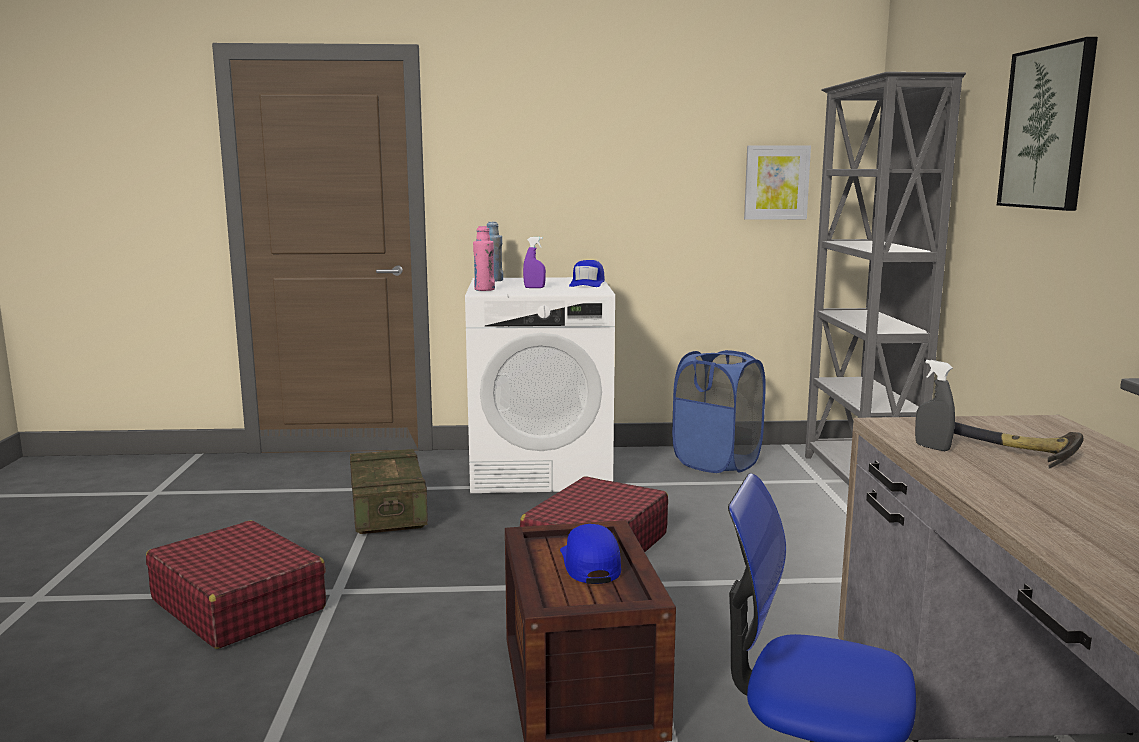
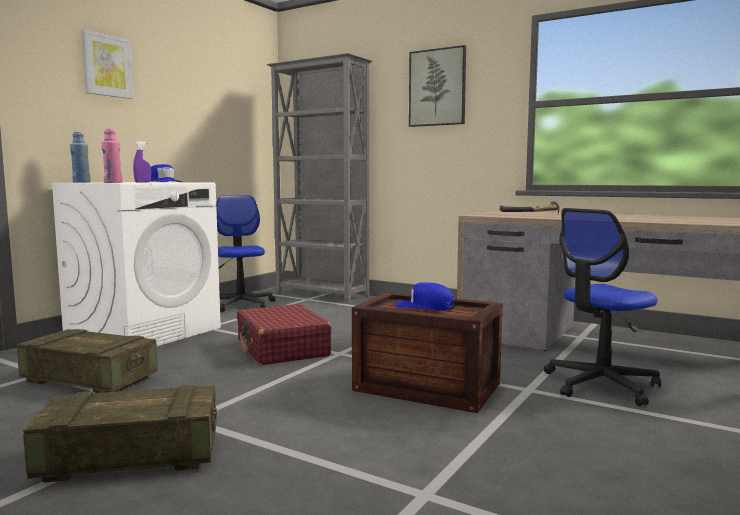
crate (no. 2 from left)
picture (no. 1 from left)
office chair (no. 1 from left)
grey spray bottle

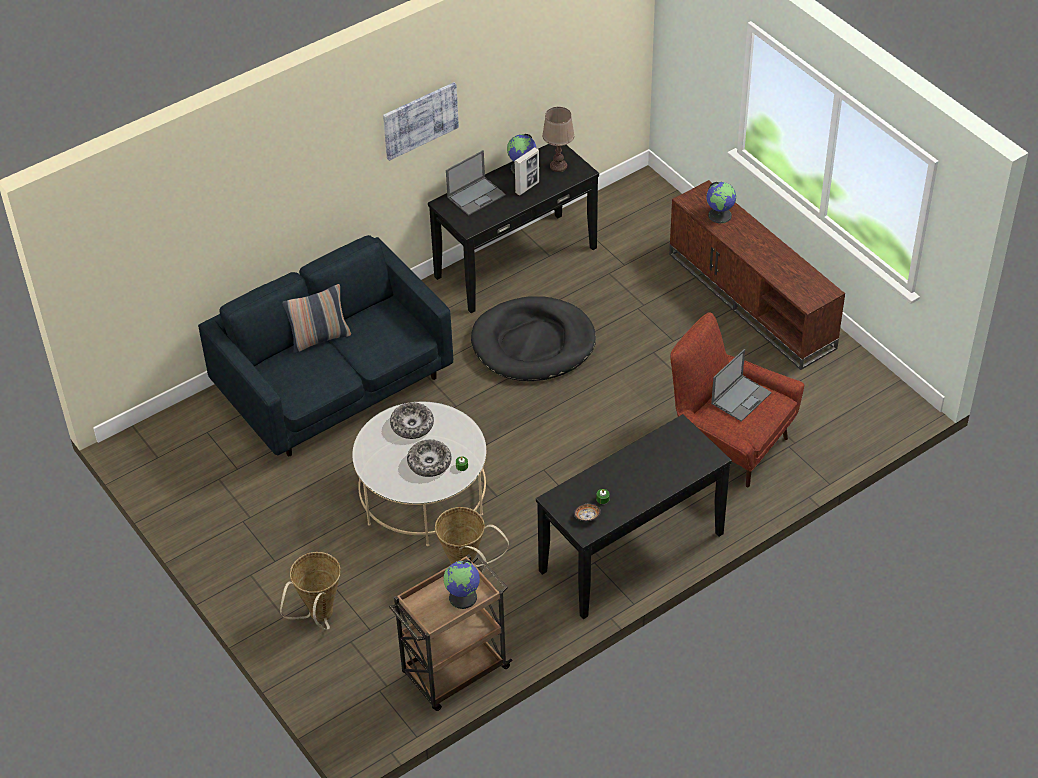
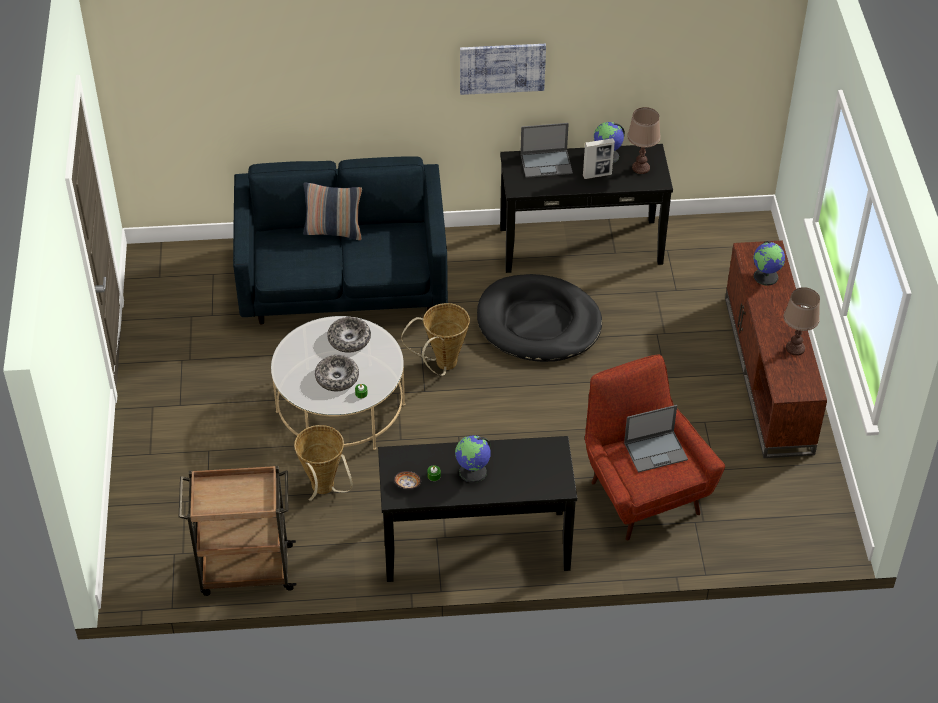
basket (no. 2 from left)
globe (no. 1 from left)
brown table lamp (no. 2 from left)

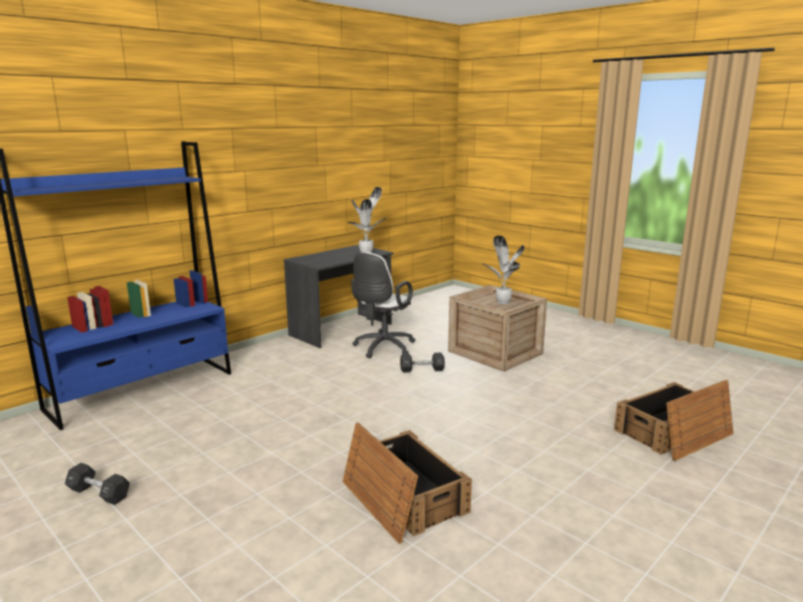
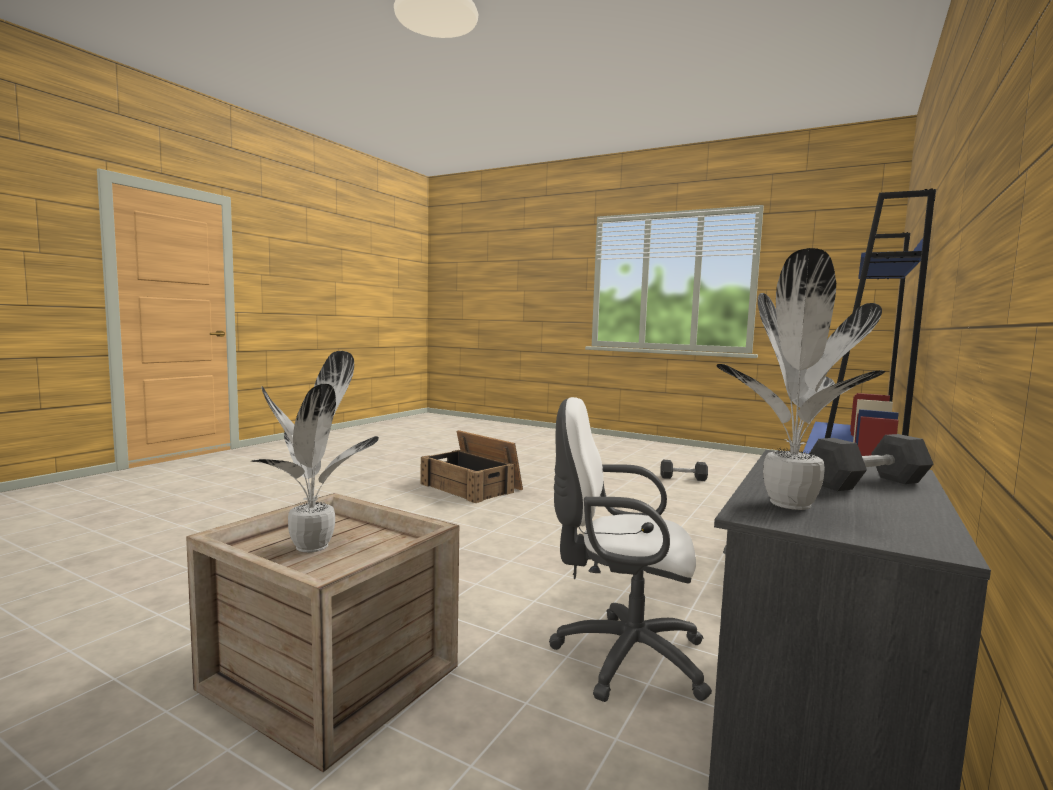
white office chair
black dumbbell (no. 2 from left)
crate (no. 3 from left in the first image)

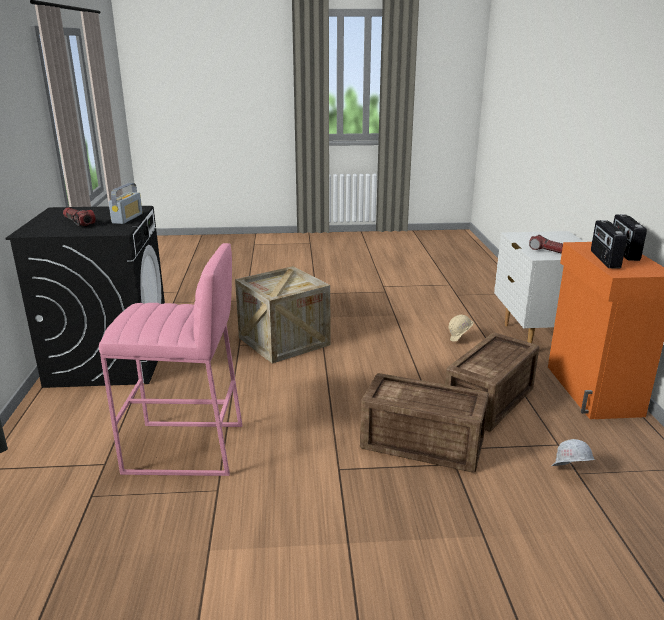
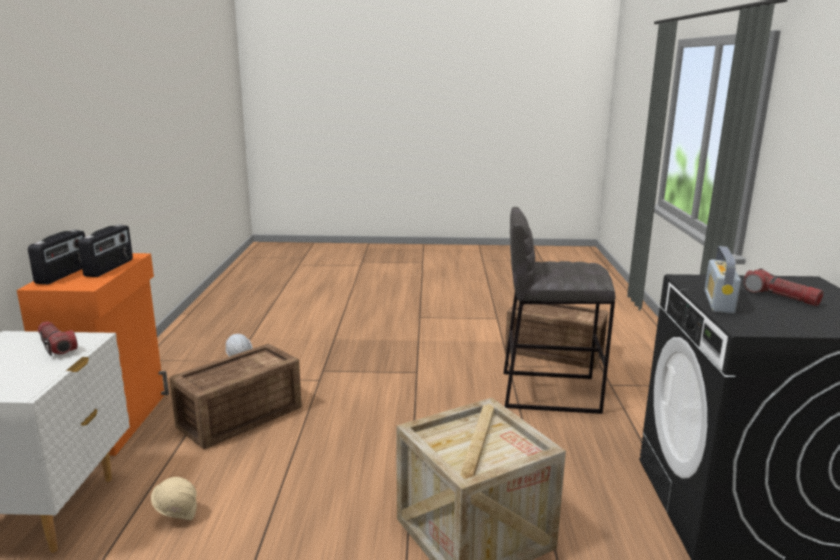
grey stool
crate (no. 3 from left)

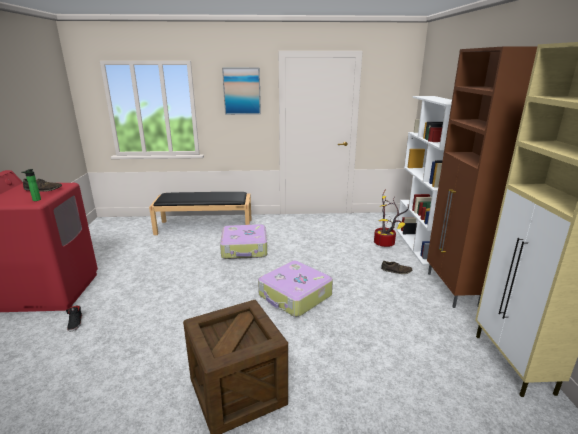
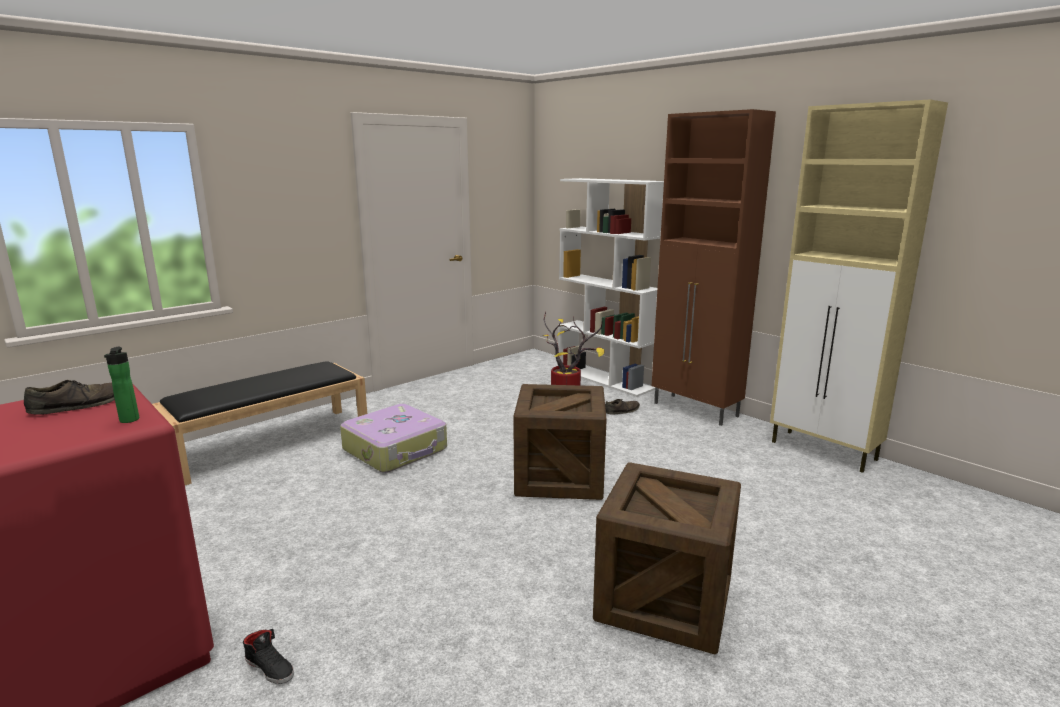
crate (no. 1 from left)
picture

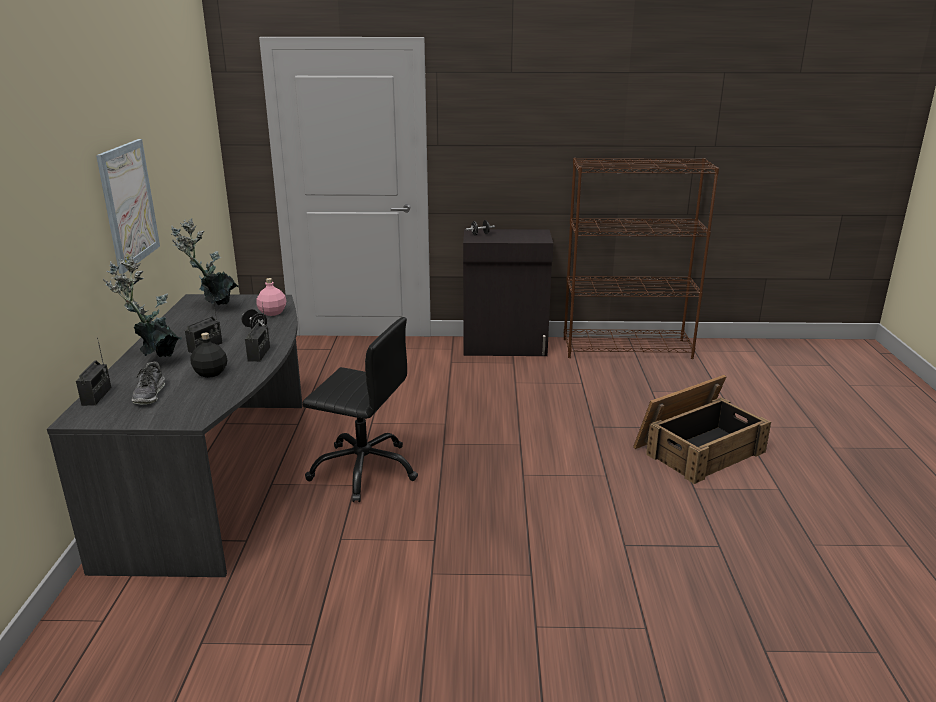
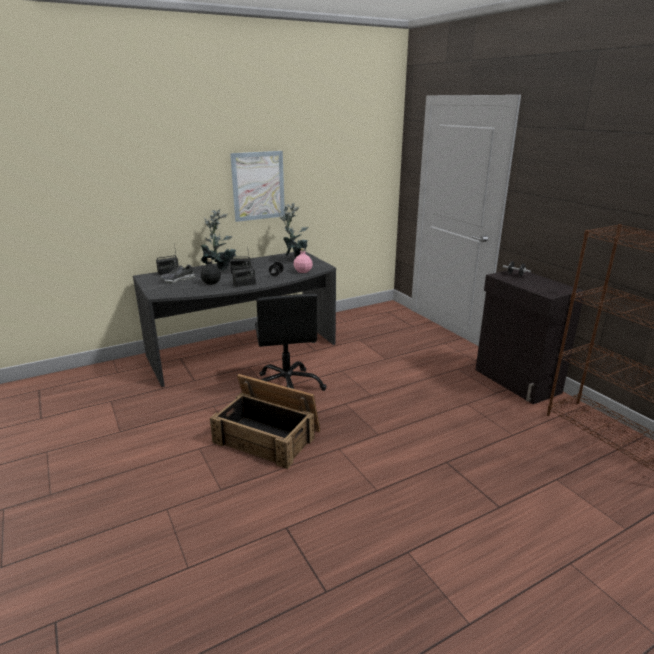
crate

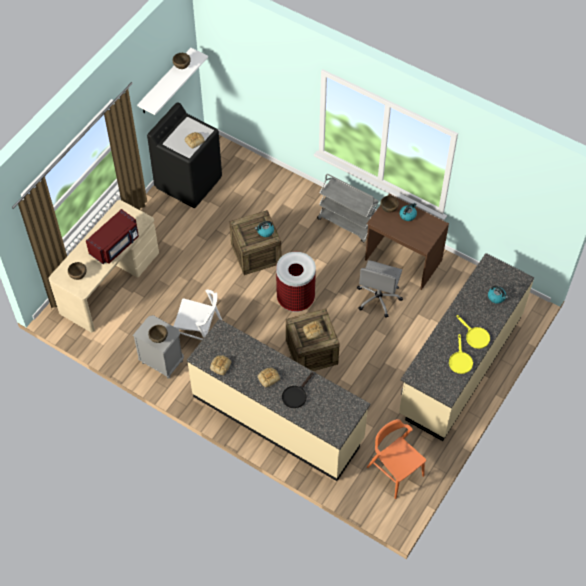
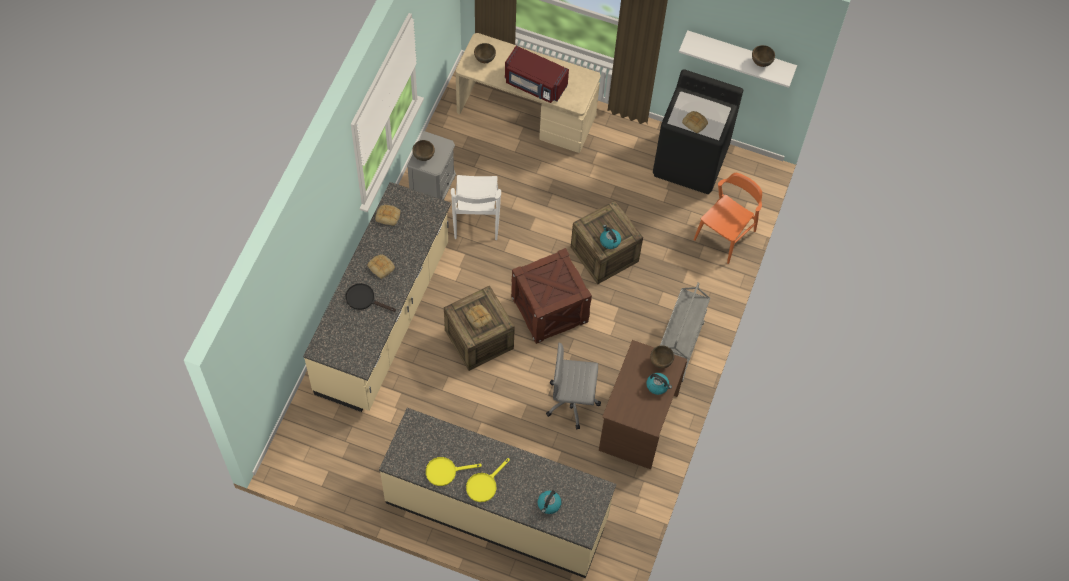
crate (no. 2 from left)
orange chair

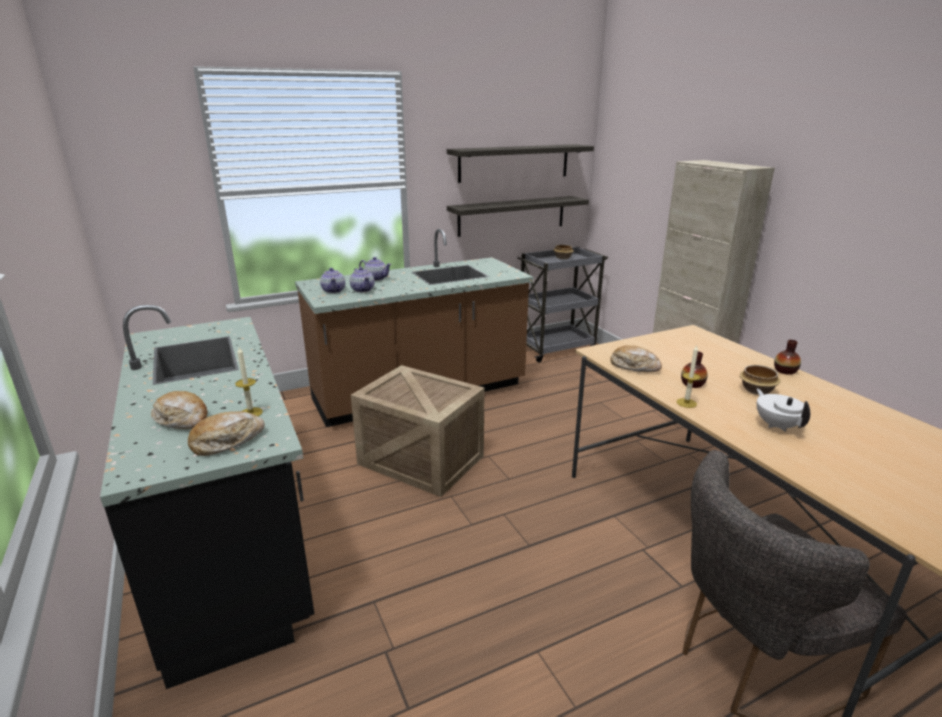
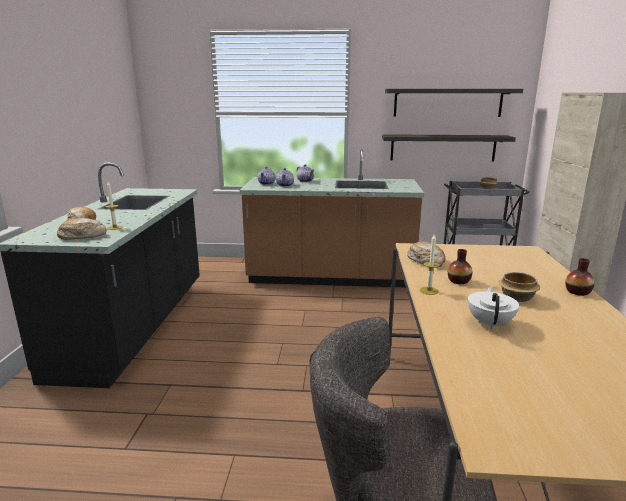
crate

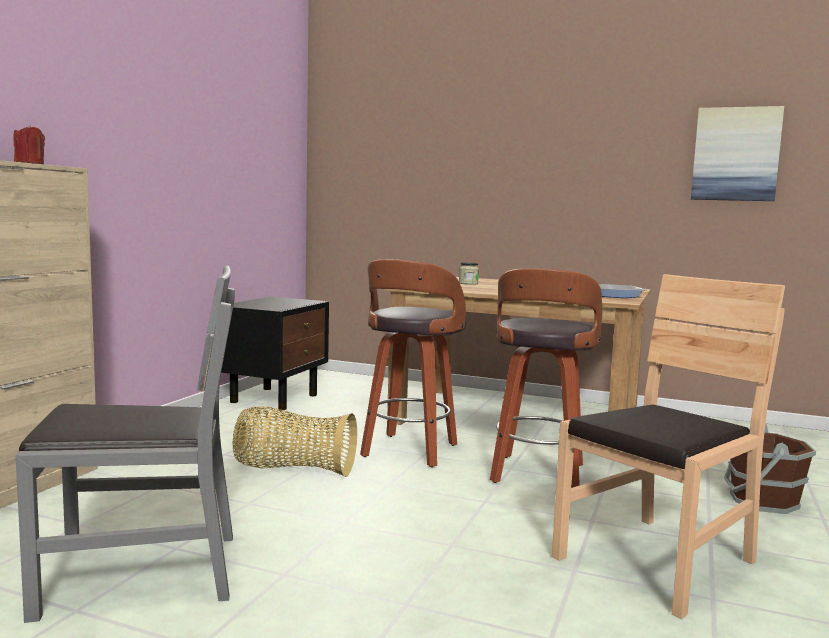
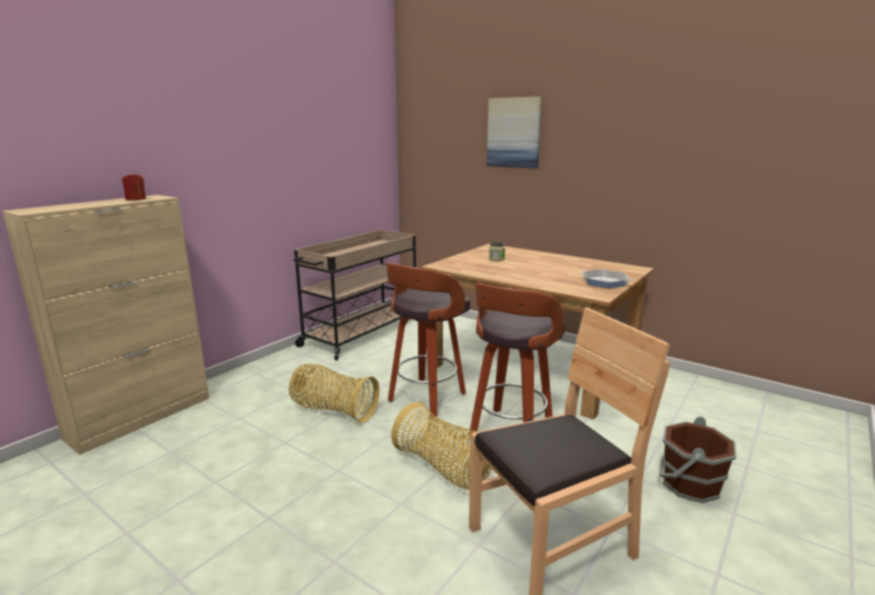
beige cart
basket (no. 2 from left)
picture
grey chair

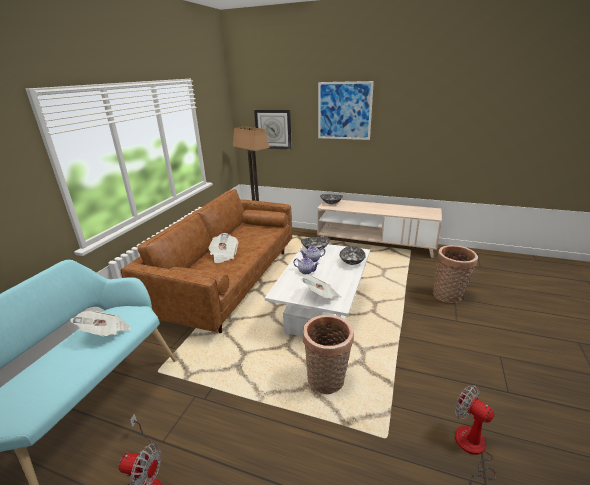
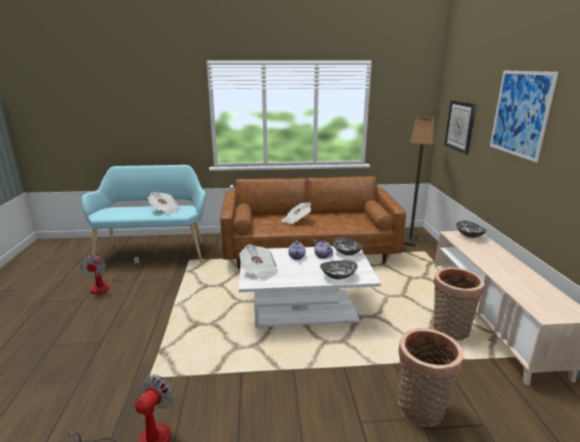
basket (no. 2 from left)

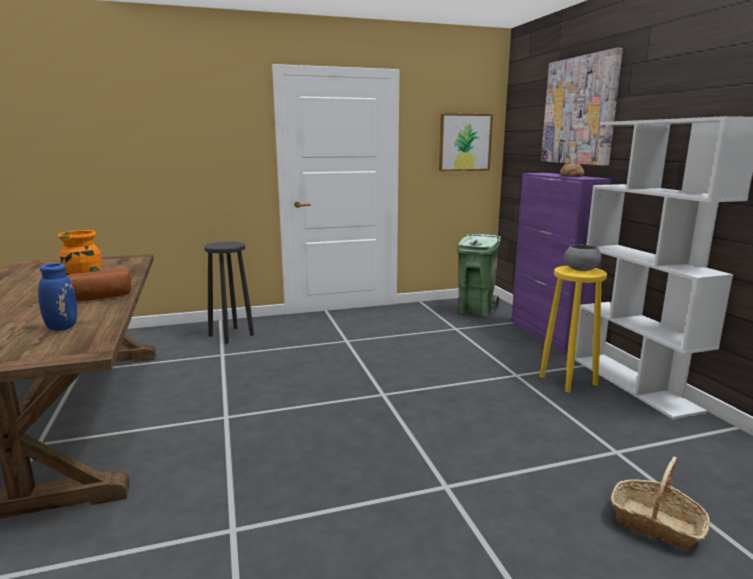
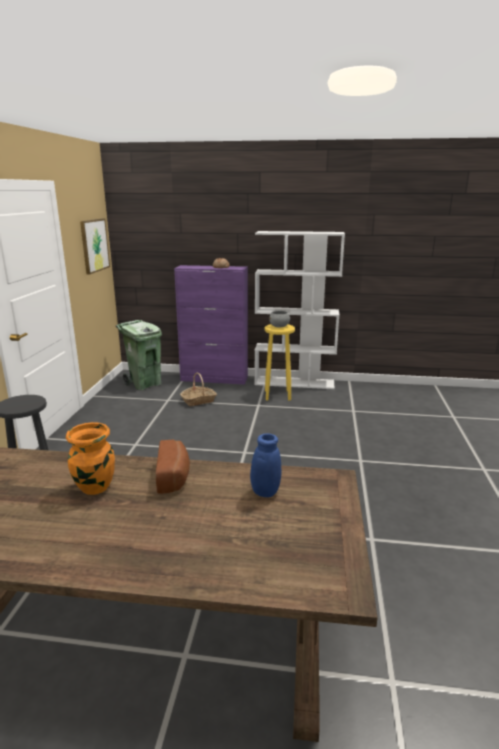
basket
picture (no. 2 from left in the first image)

